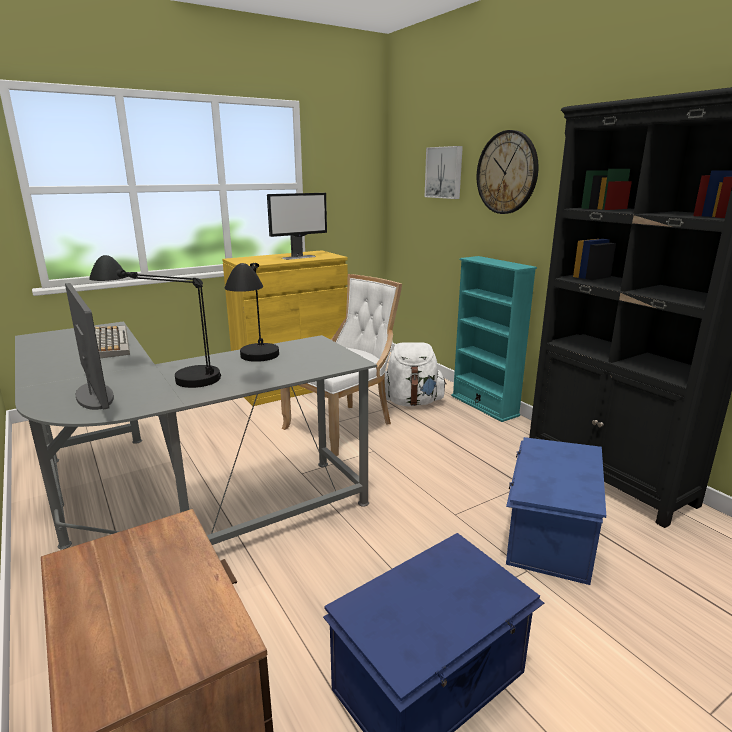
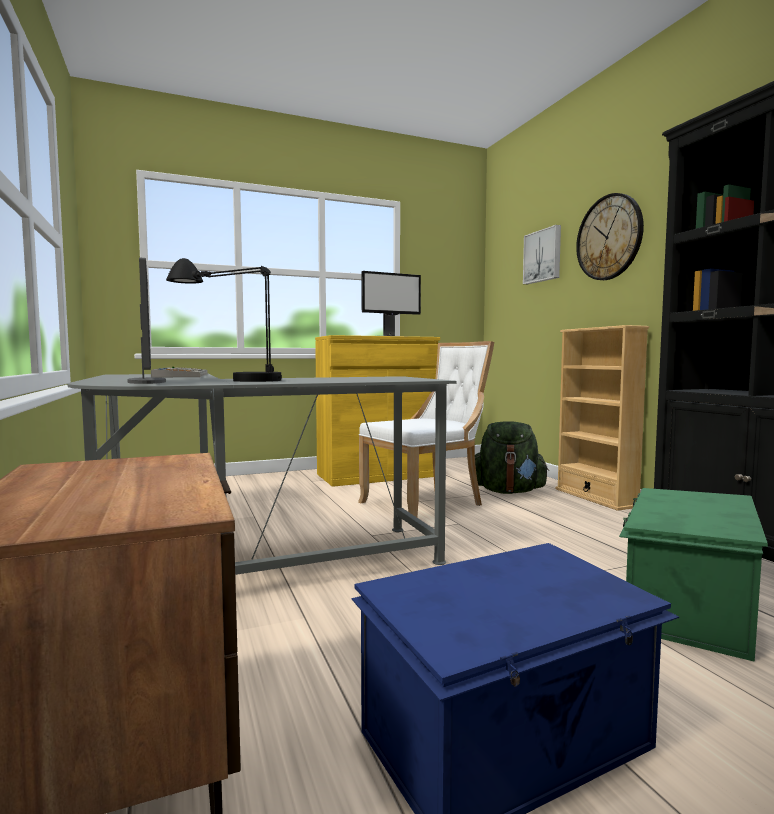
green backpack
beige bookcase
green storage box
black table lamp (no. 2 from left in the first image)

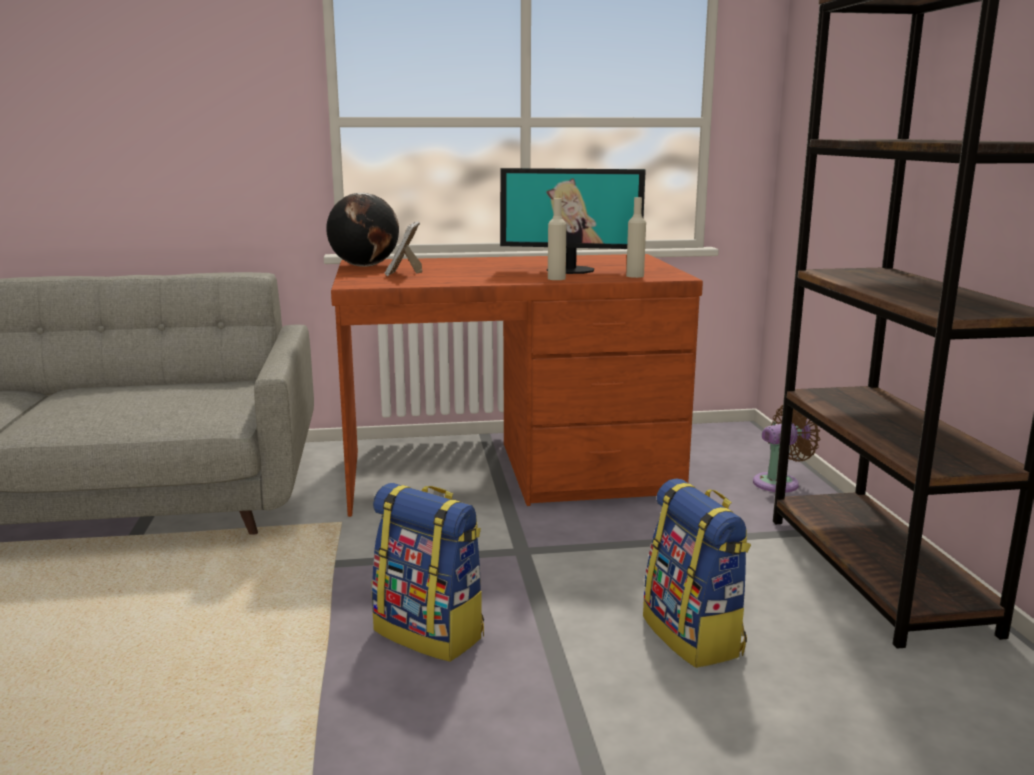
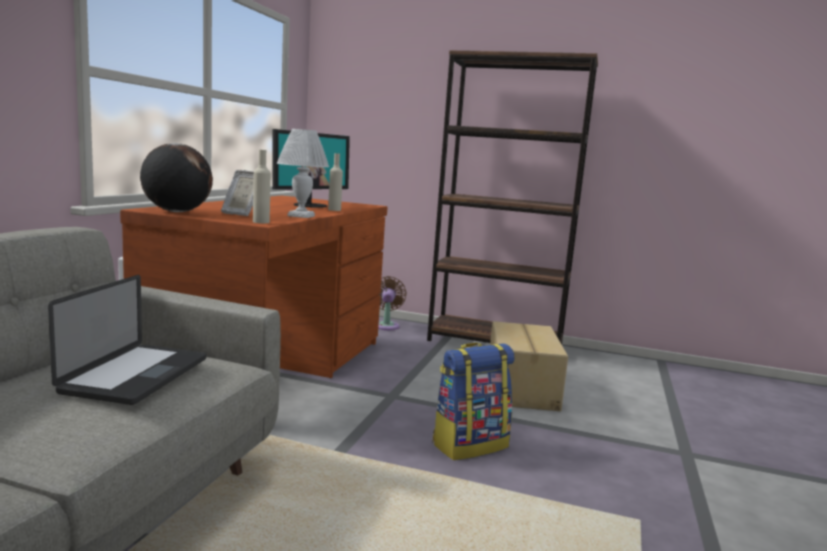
laptop
beige bottle (no. 1 from left)
white table lamp
cardboard box

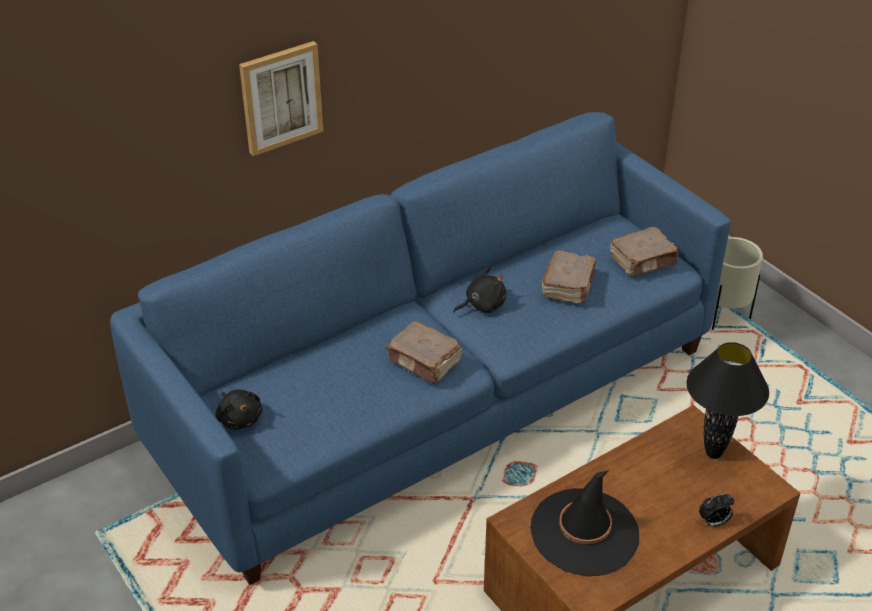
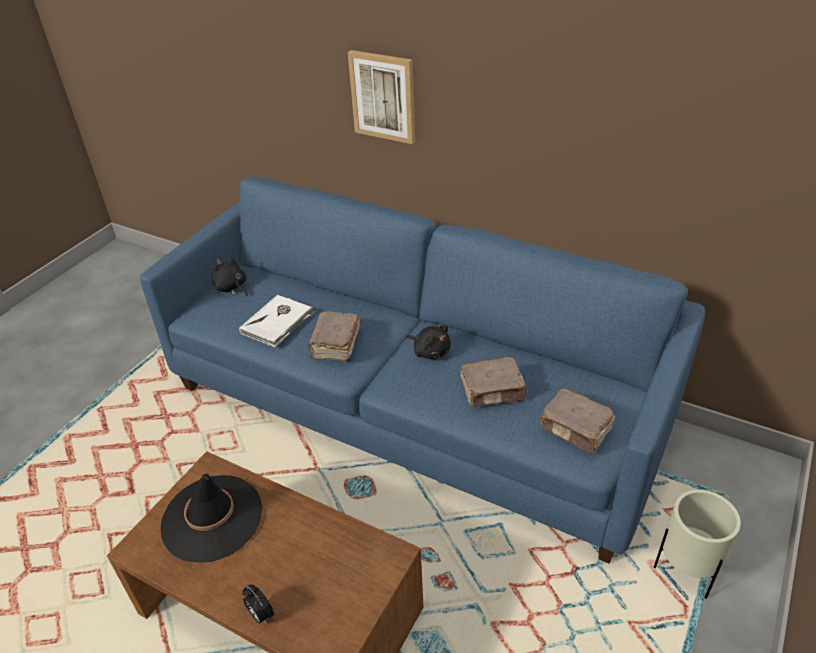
black plush toy (no. 1 from left)
white book
black table lamp

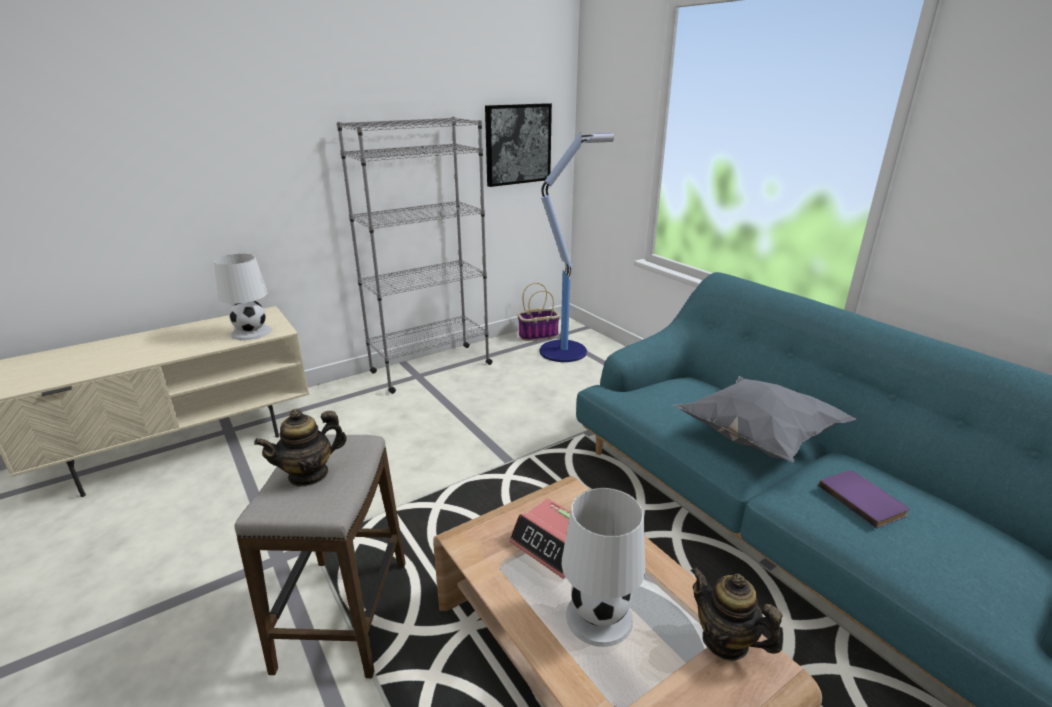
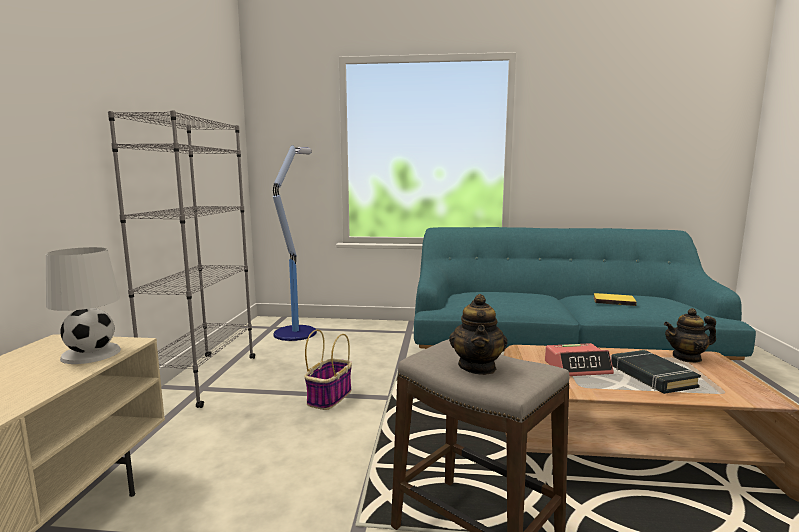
basket
yellow book
black book
picture
grey pillow

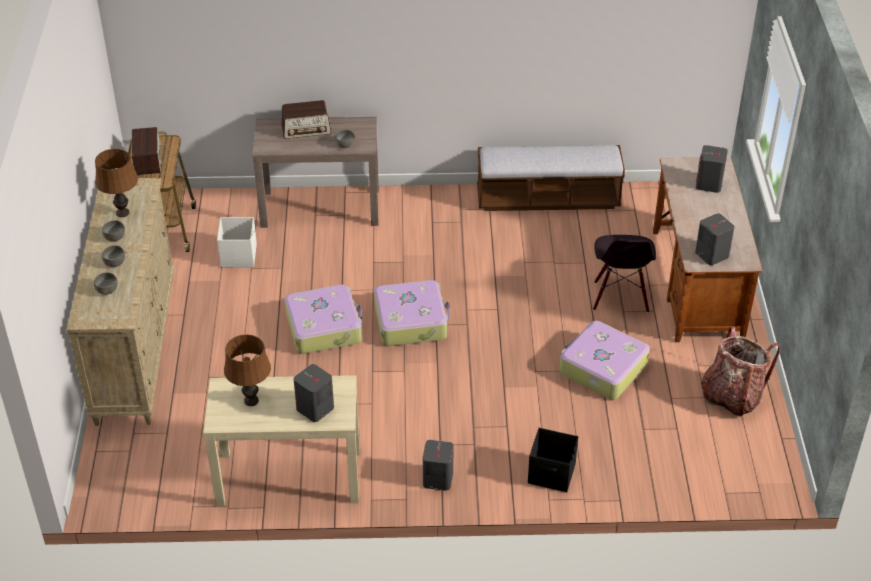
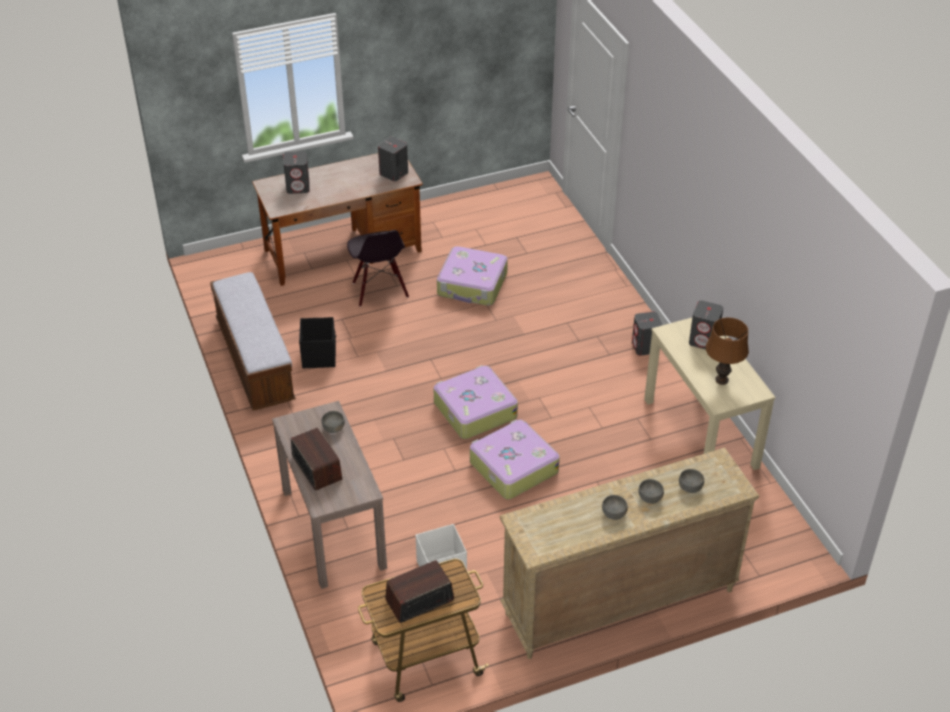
black storage box
black chair
brown table lamp (no. 1 from left in the first image)
backpack

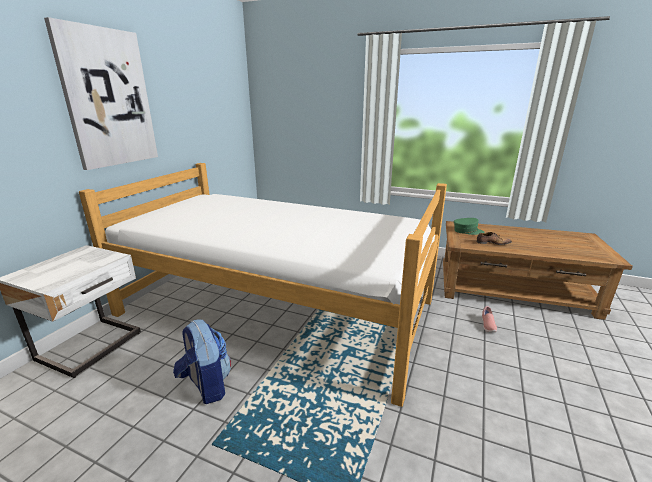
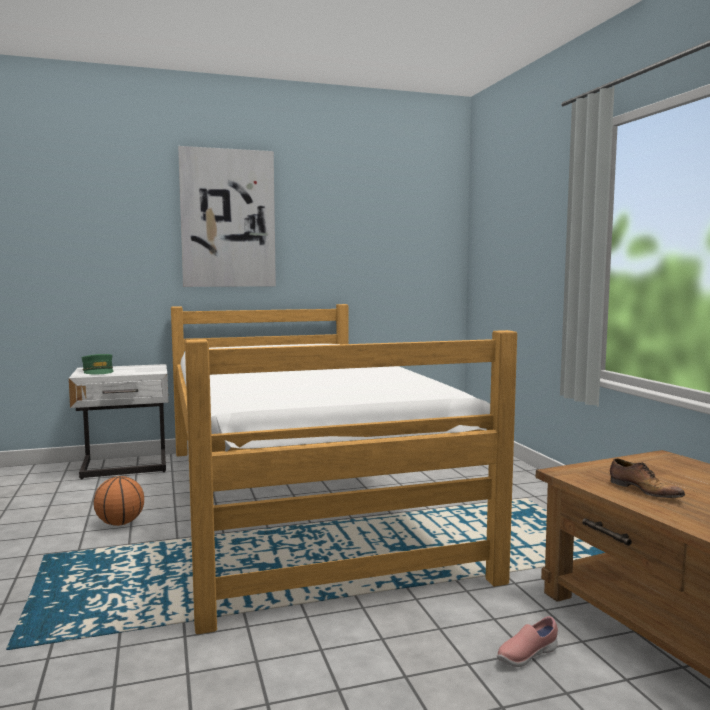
green cap
basketball

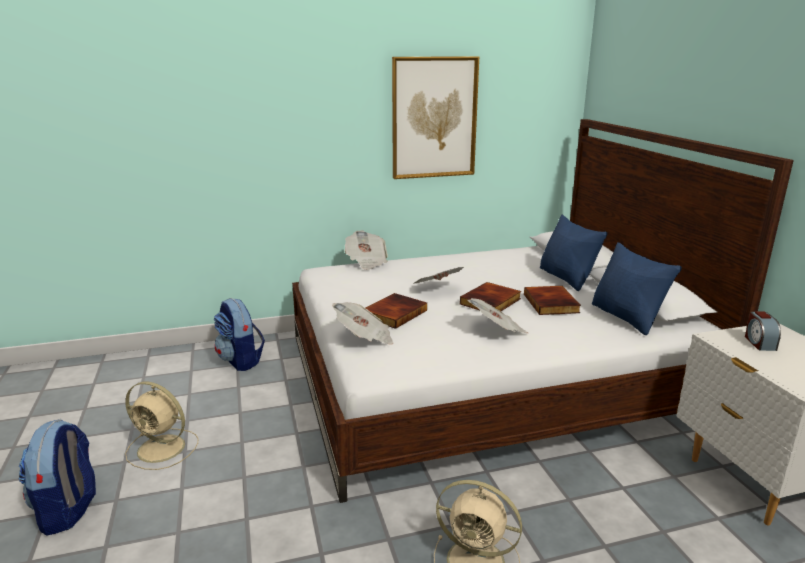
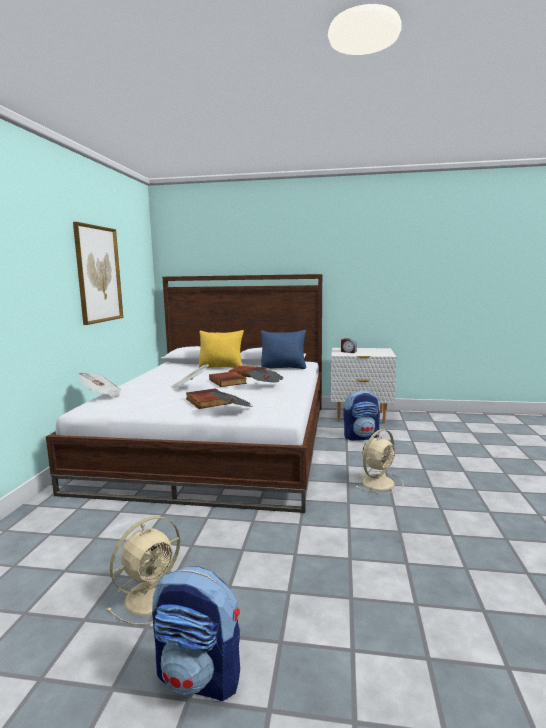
yellow pillow
backpack (no. 2 from left)

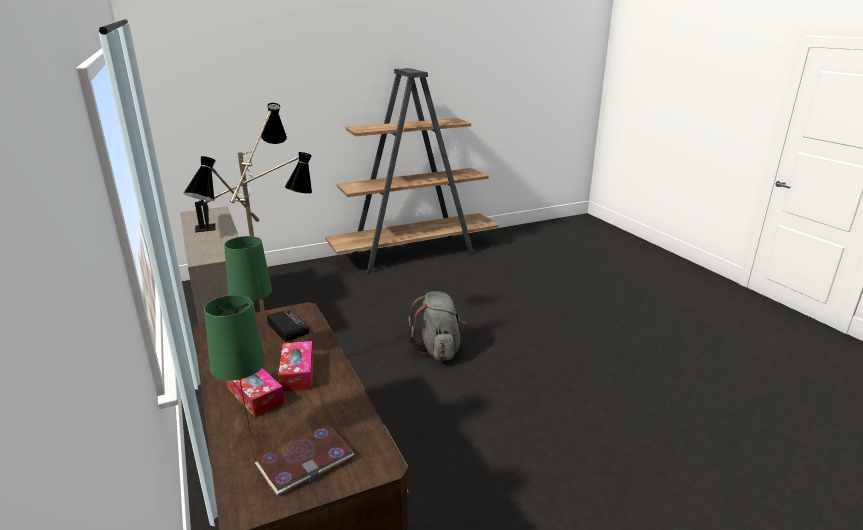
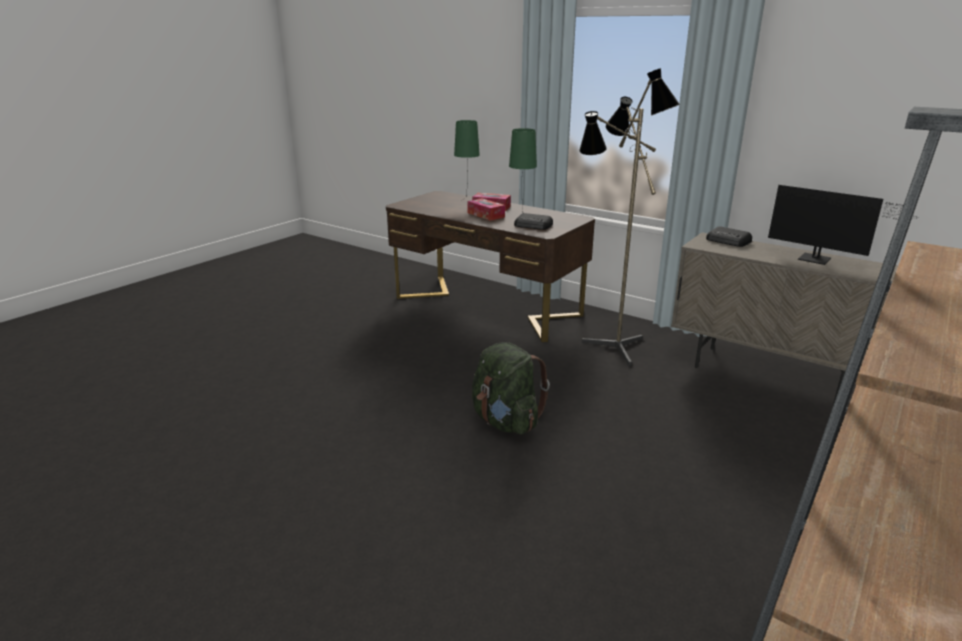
green backpack
radio (no. 2 from left)
book

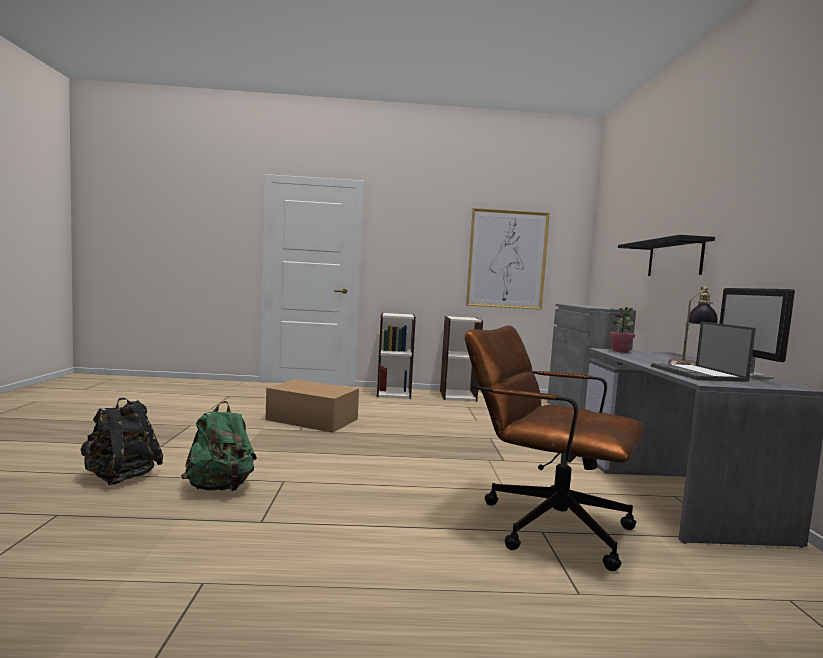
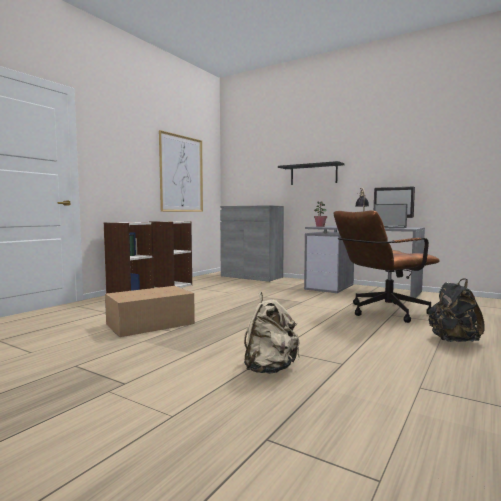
beige backpack
black backpack

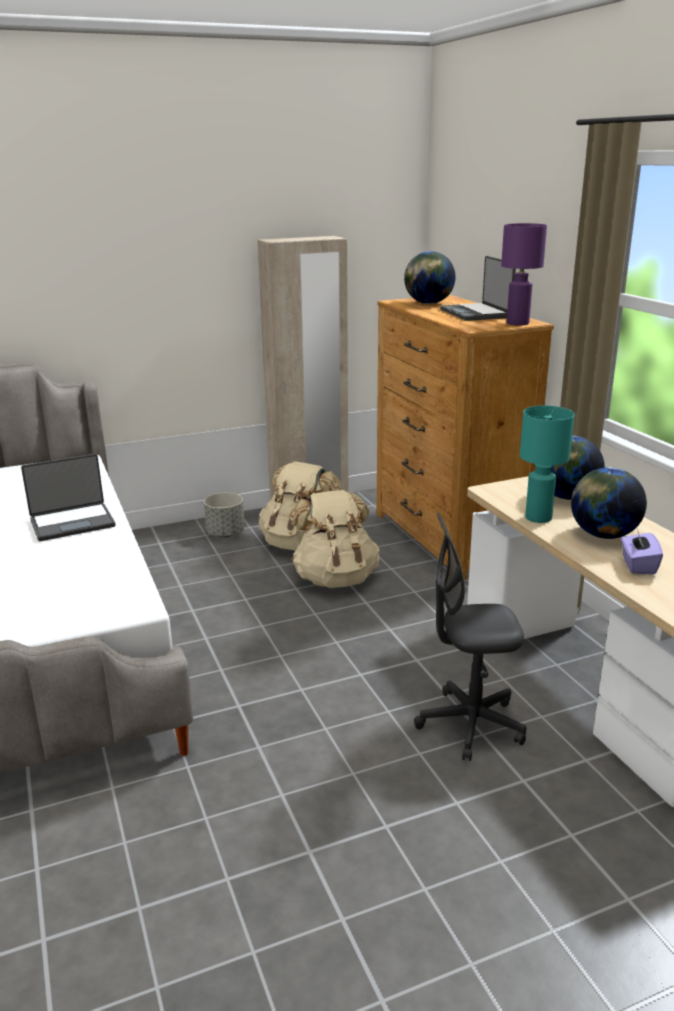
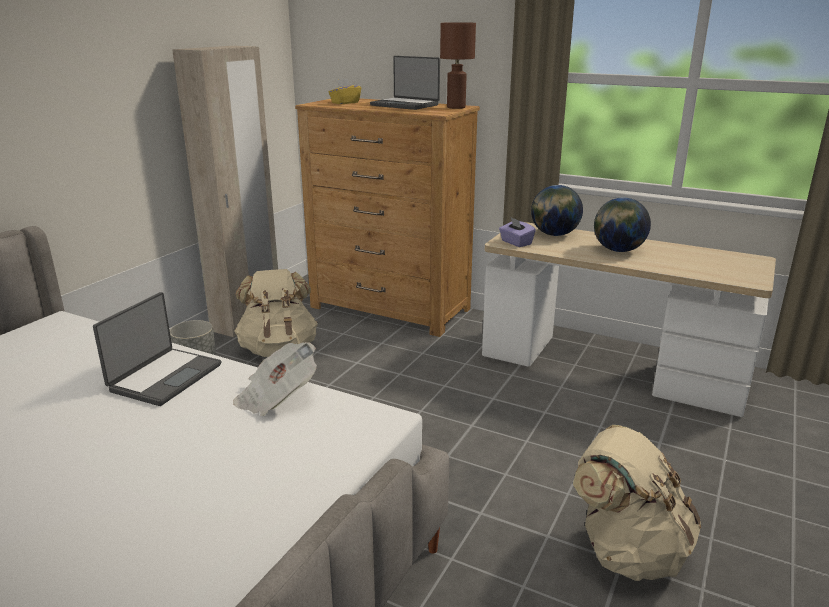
newspaper
yellow tissue box
brown table lamp
purple tissue box
beige backpack (no. 2 from left)
grey office chair
turquoise table lamp

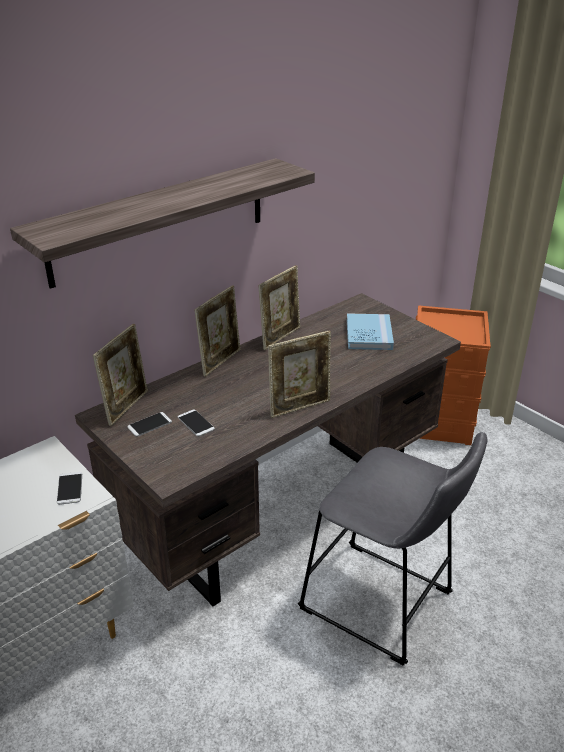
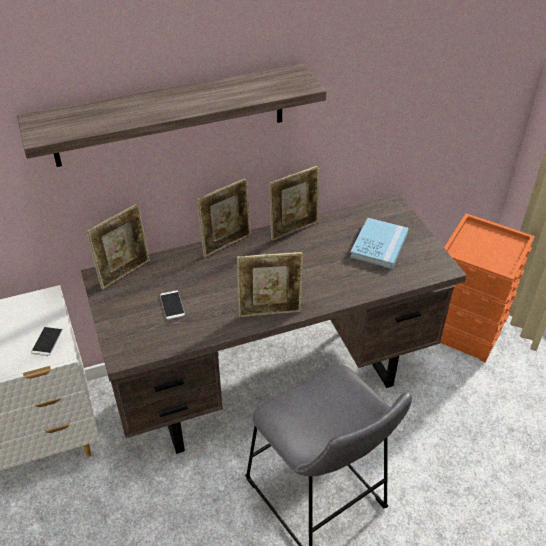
phone (no. 2 from left in the first image)

